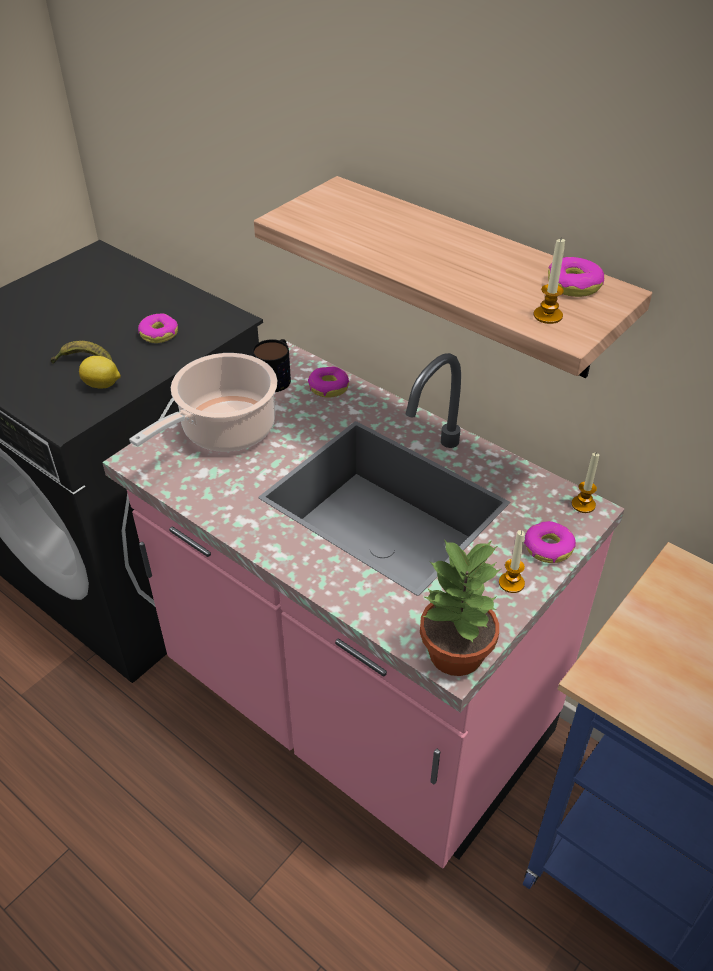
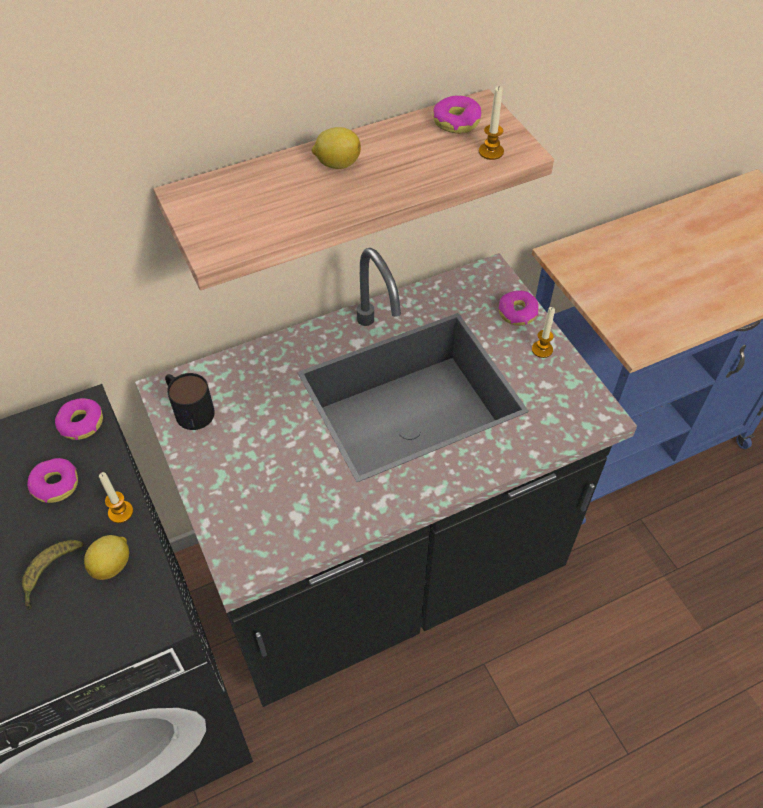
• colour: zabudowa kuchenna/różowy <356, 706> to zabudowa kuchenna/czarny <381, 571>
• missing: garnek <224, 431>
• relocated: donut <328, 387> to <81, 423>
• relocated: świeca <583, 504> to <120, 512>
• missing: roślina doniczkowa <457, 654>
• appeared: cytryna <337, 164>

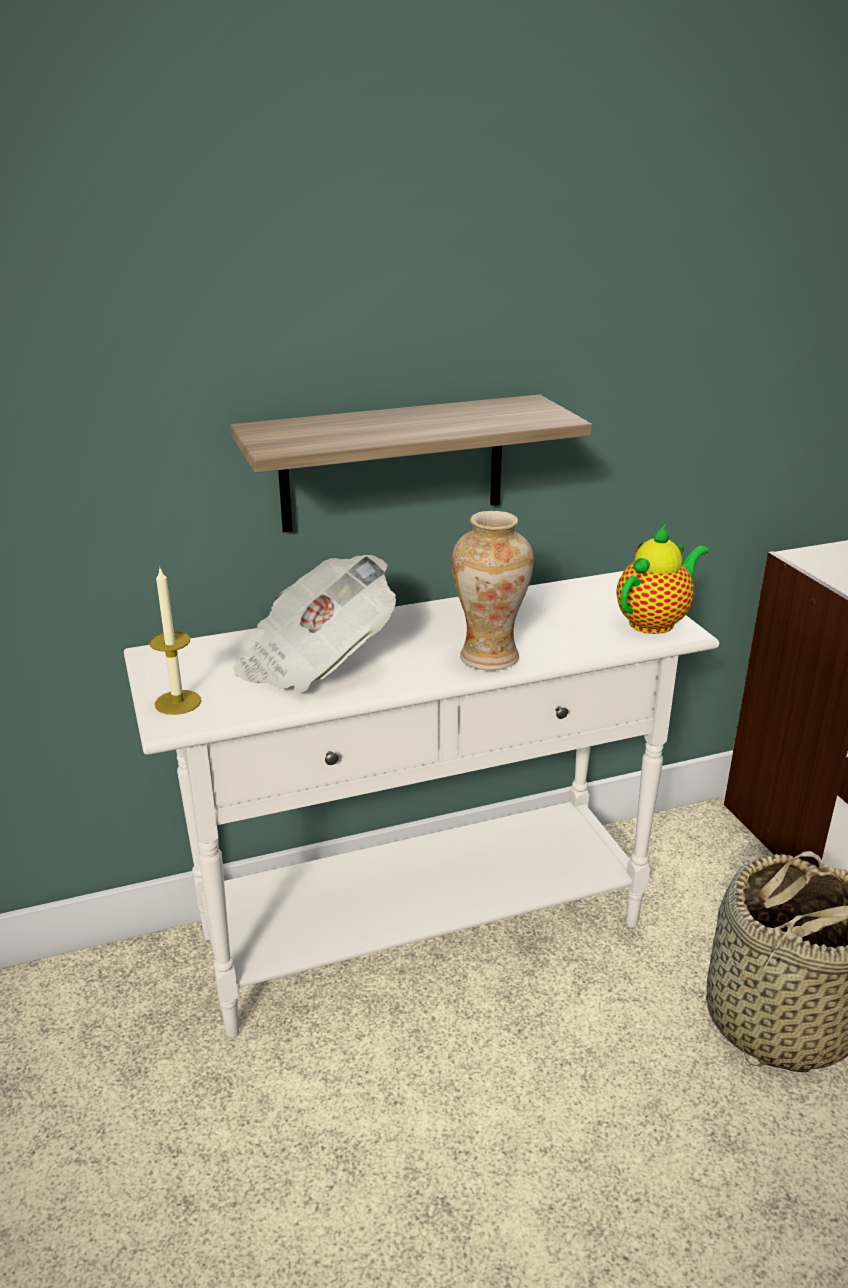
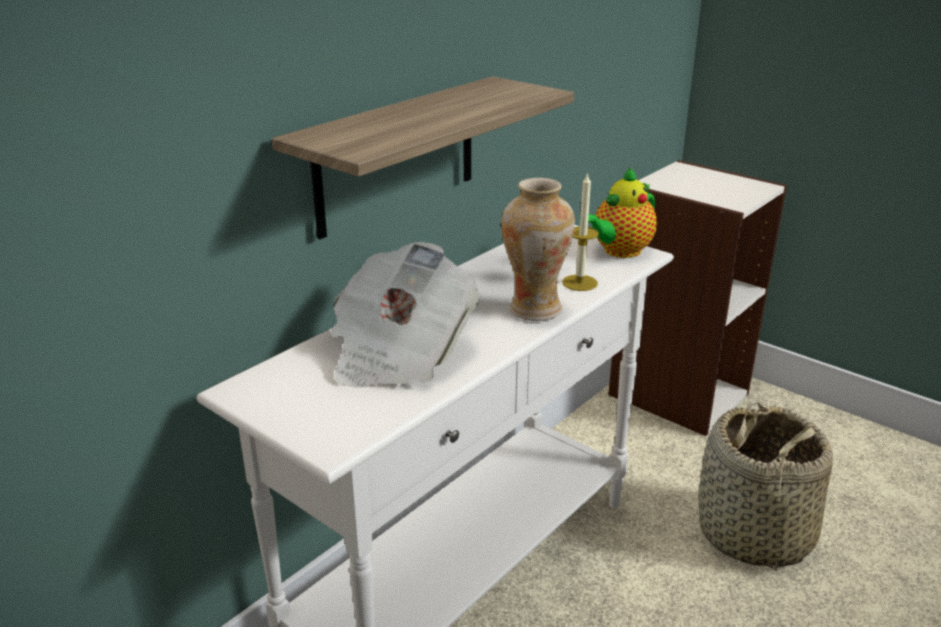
• spun: imbryk <655, 622> = <619, 251> 150 degrees counterclockwise
• relocated: świeca <178, 702> to <579, 283>

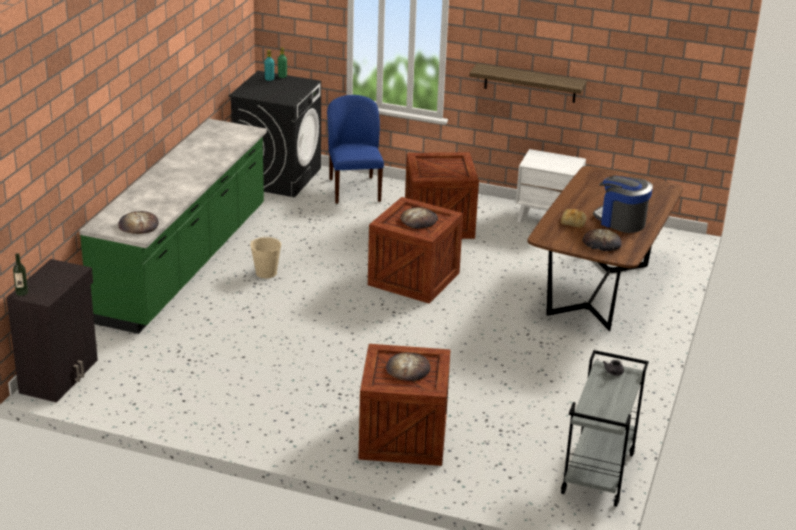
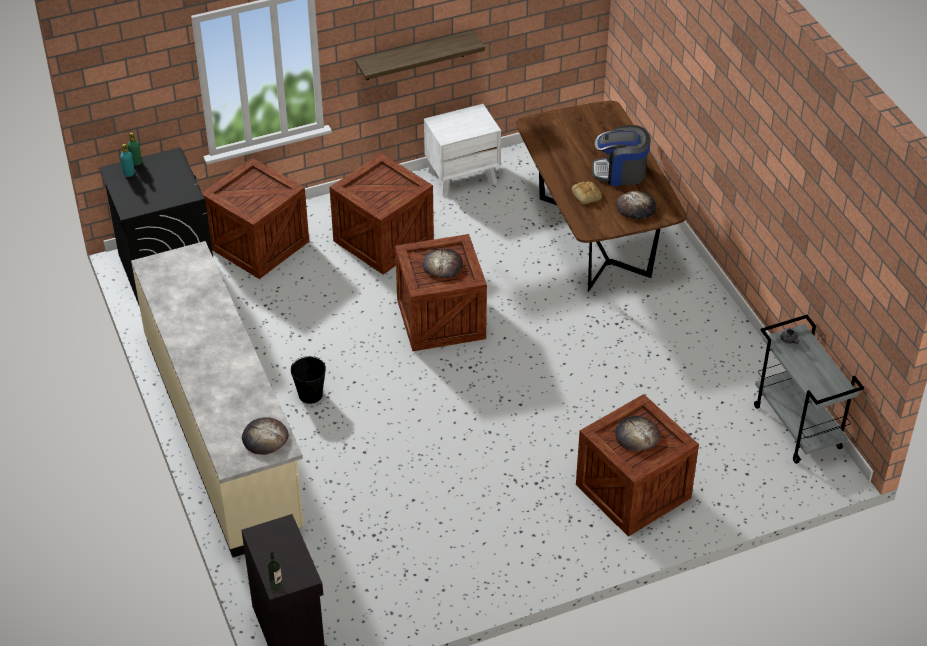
• exchanged: krzesło/niebieski <354, 189> to skrzynka <258, 243>
• colour: zabudowa kuchenna/zielony <184, 263> to zabudowa kuchenna/beżowy <223, 432>
• colour: wiadro/beżowy <266, 273> to wiadro/czarny <310, 394>

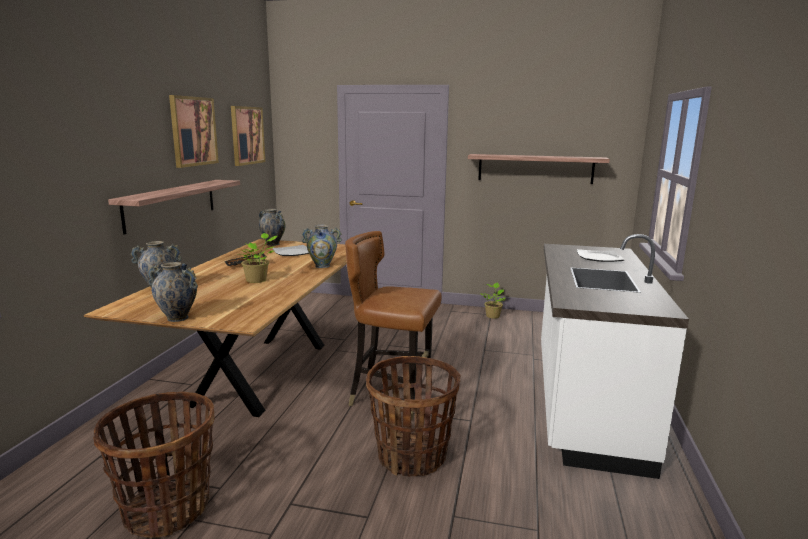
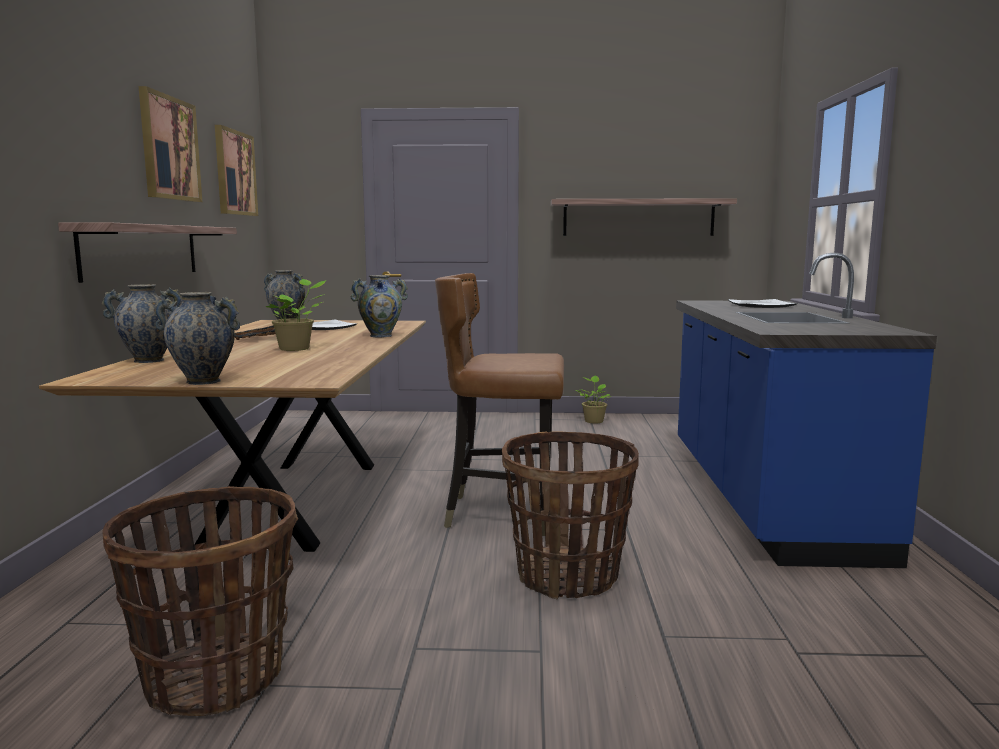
• colour: zabudowa kuchenna/biały <584, 401> to zabudowa kuchenna/niebieski <764, 498>

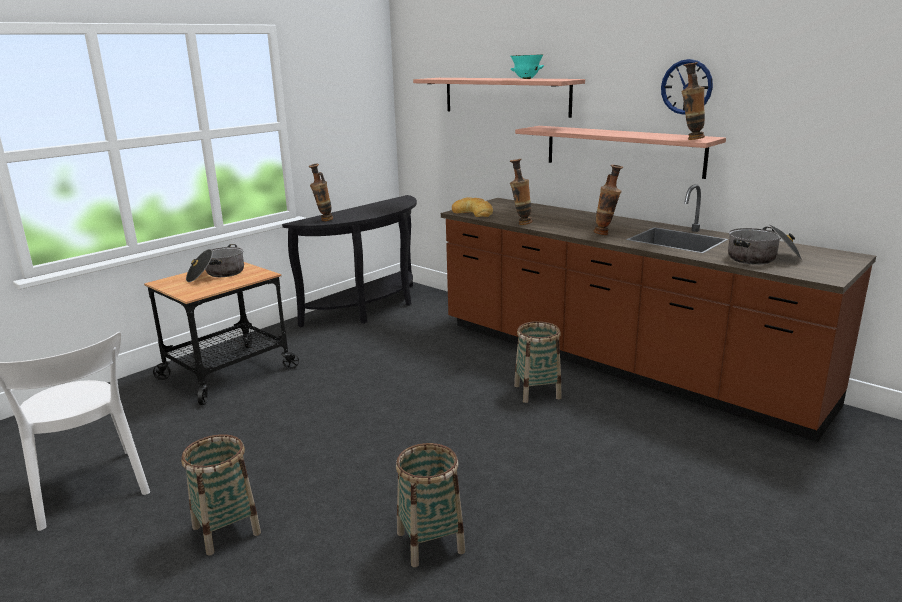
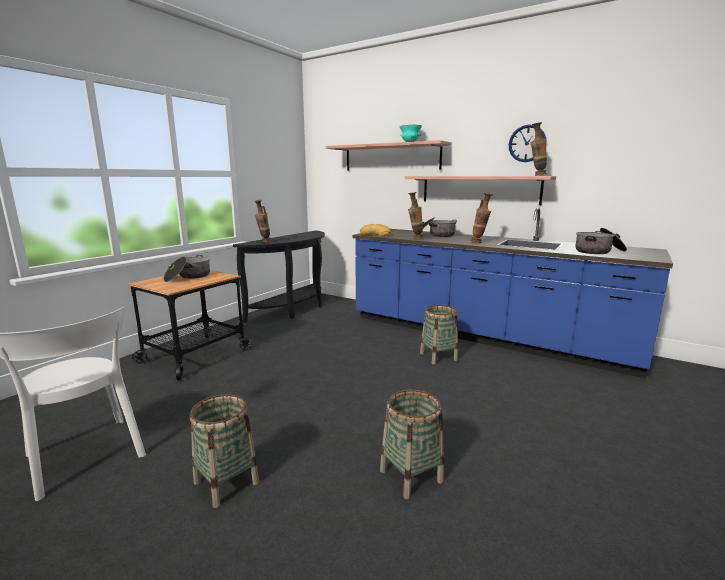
• colour: zabudowa kuchenna/brązowy <618, 363> to zabudowa kuchenna/niebieski <484, 336>
• appeared: garnek <436, 235>

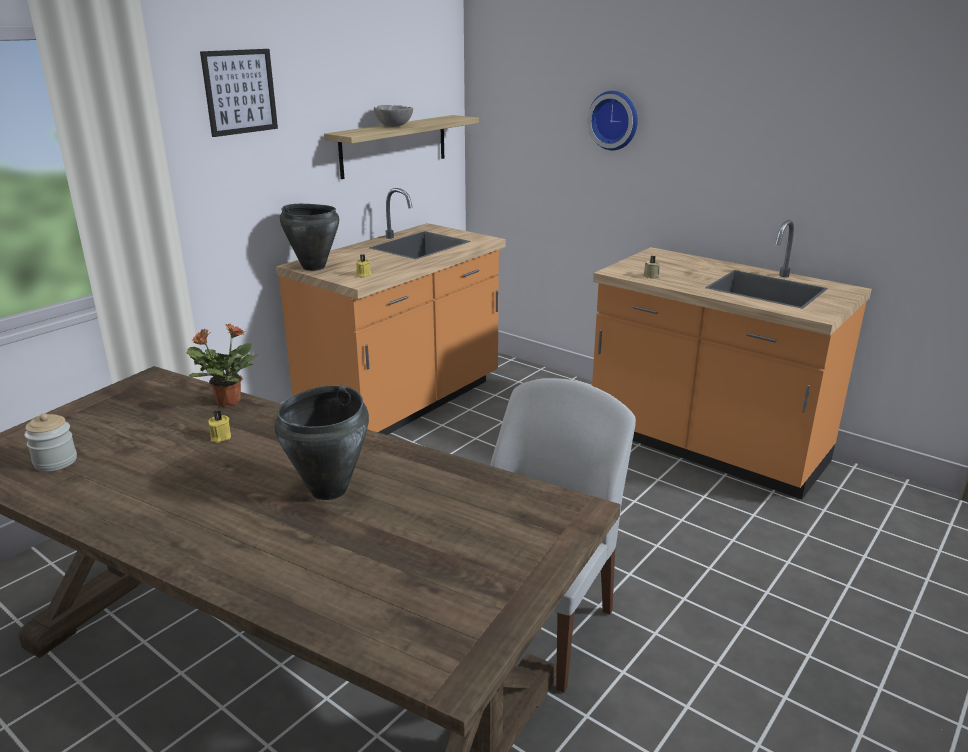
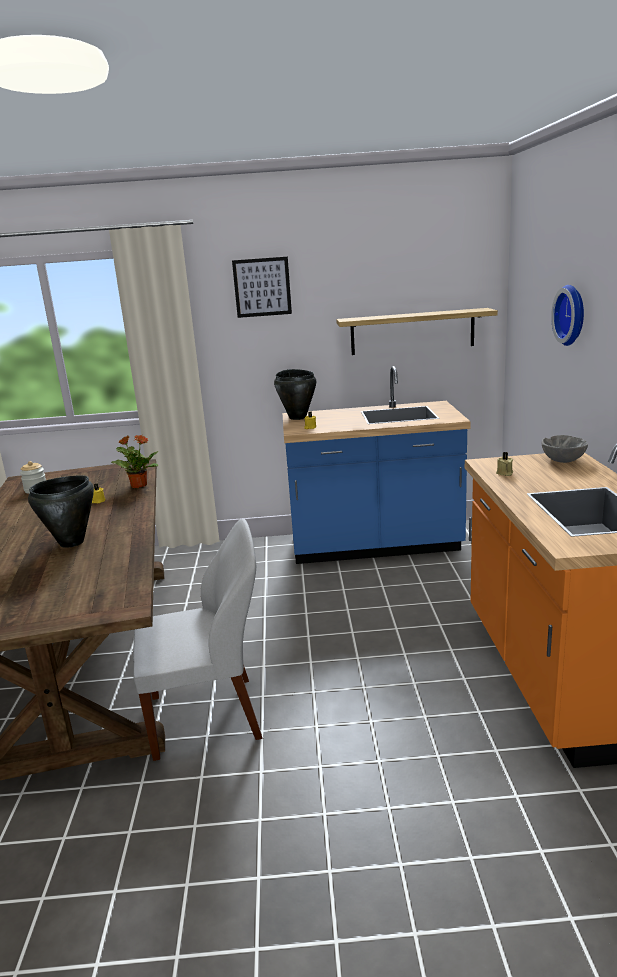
• relocated: miska/szary <393, 126> to <562, 461>
• colour: zabudowa kuchenna/pomarańczowy <404, 406> to zabudowa kuchenna/niebieski <375, 546>

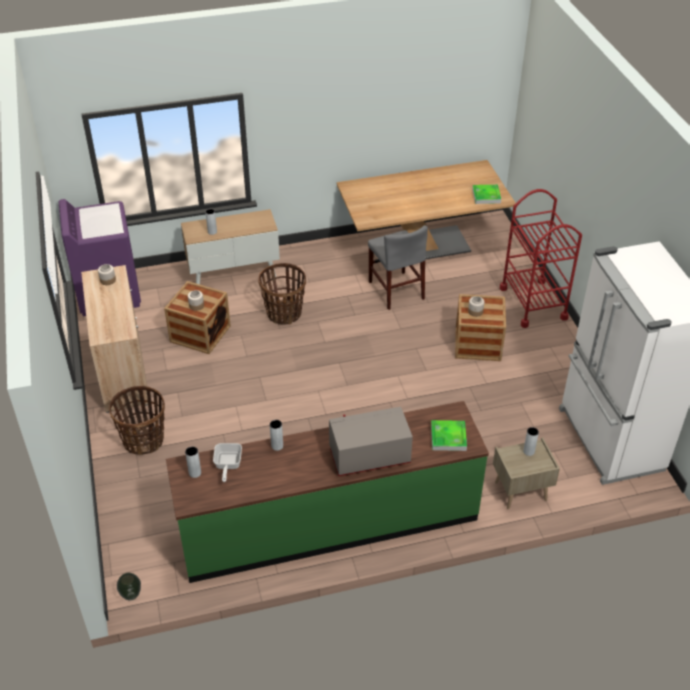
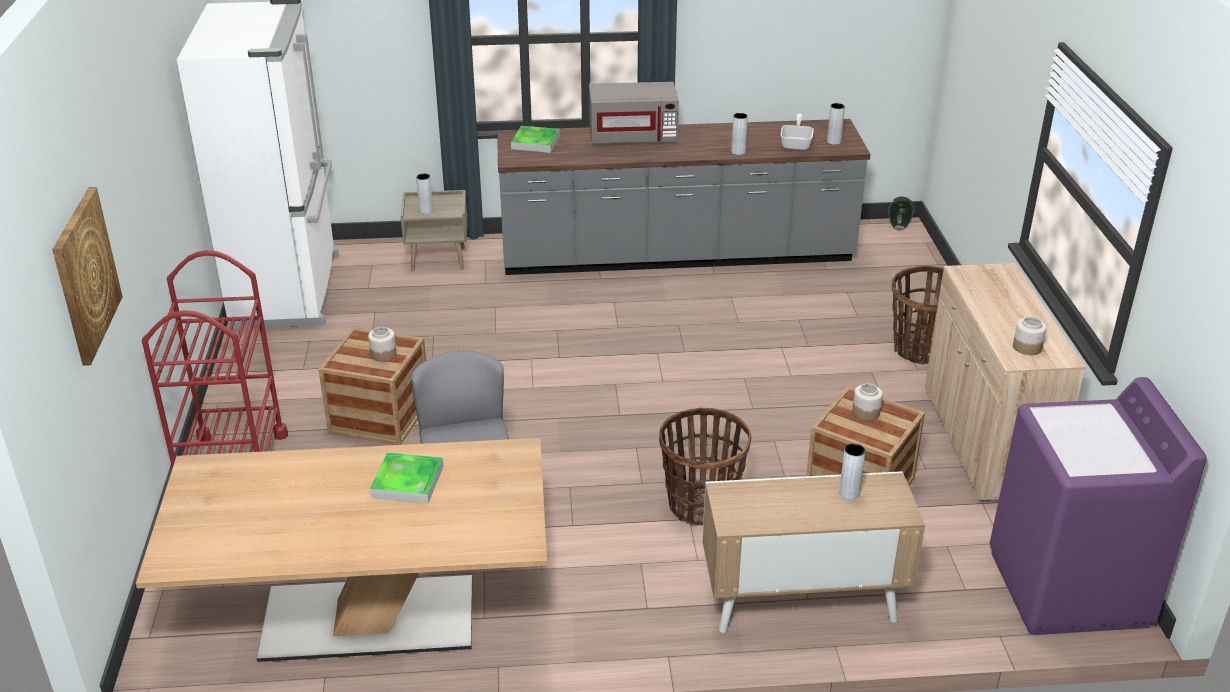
• relocated: taca <486, 196> to <407, 481>
• colour: zabudowa kuchenna/zielony <329, 523> to zabudowa kuchenna/szary <677, 256>
• appeared: obraz <85, 275>

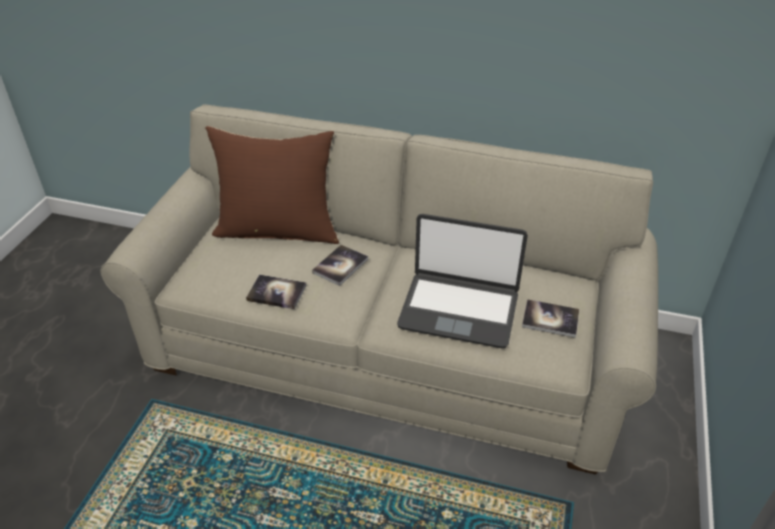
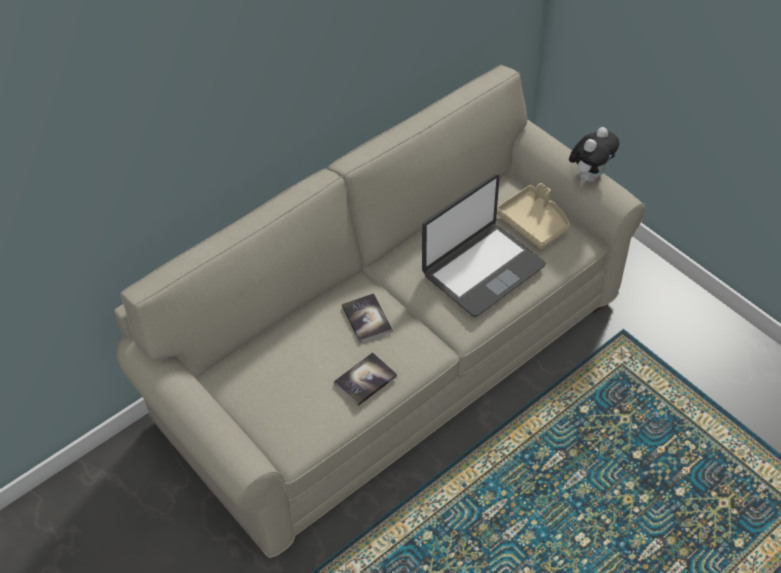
• missing: poduszka/brązowy <278, 229>
• exchanged: książka <550, 319> to taca/beżowy <534, 223>
• appeared: pluszak <589, 175>

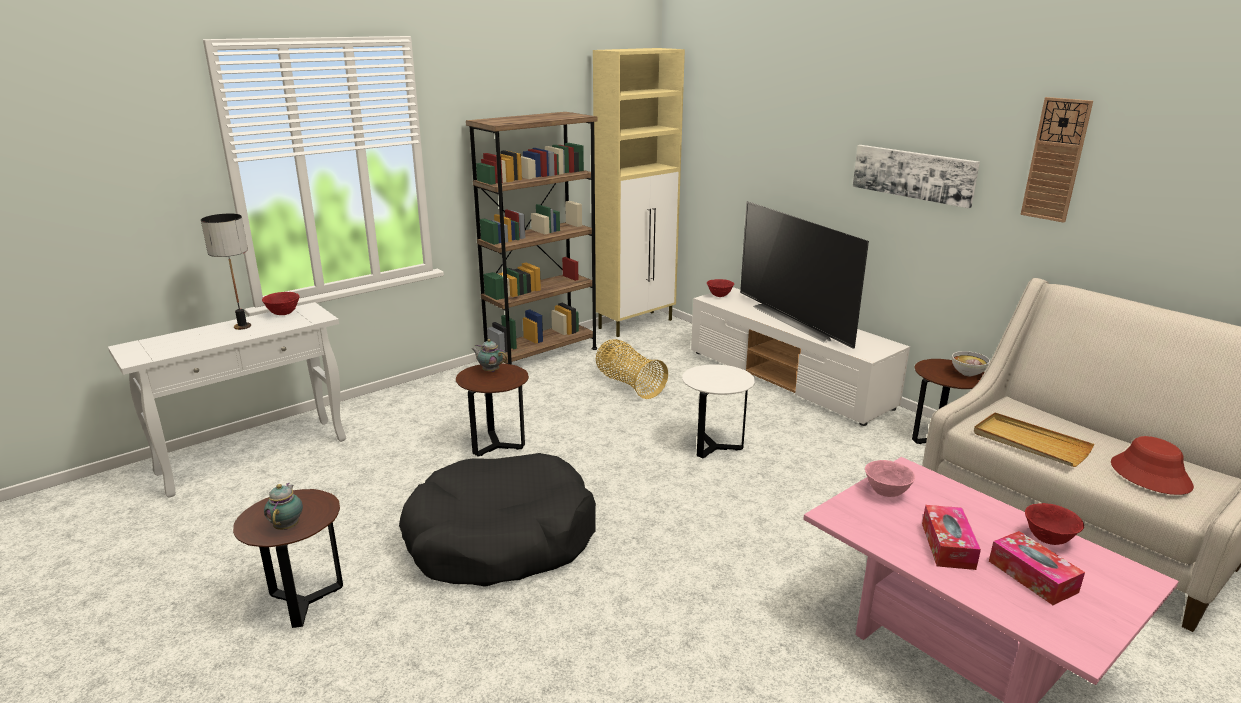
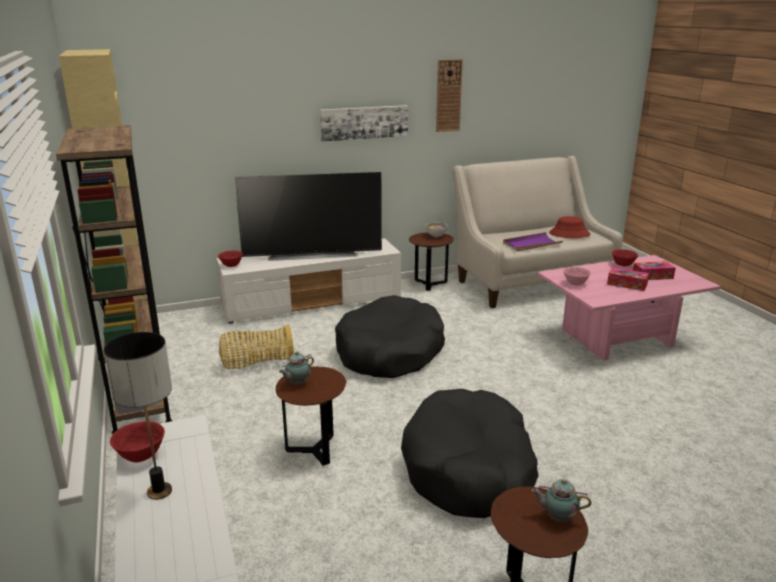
• exchanged: stolik/biały <714, 447> to legowisko/czarny <389, 352>
• colour: taca/beżowy <1030, 443> to taca/fioletowy <531, 244>

